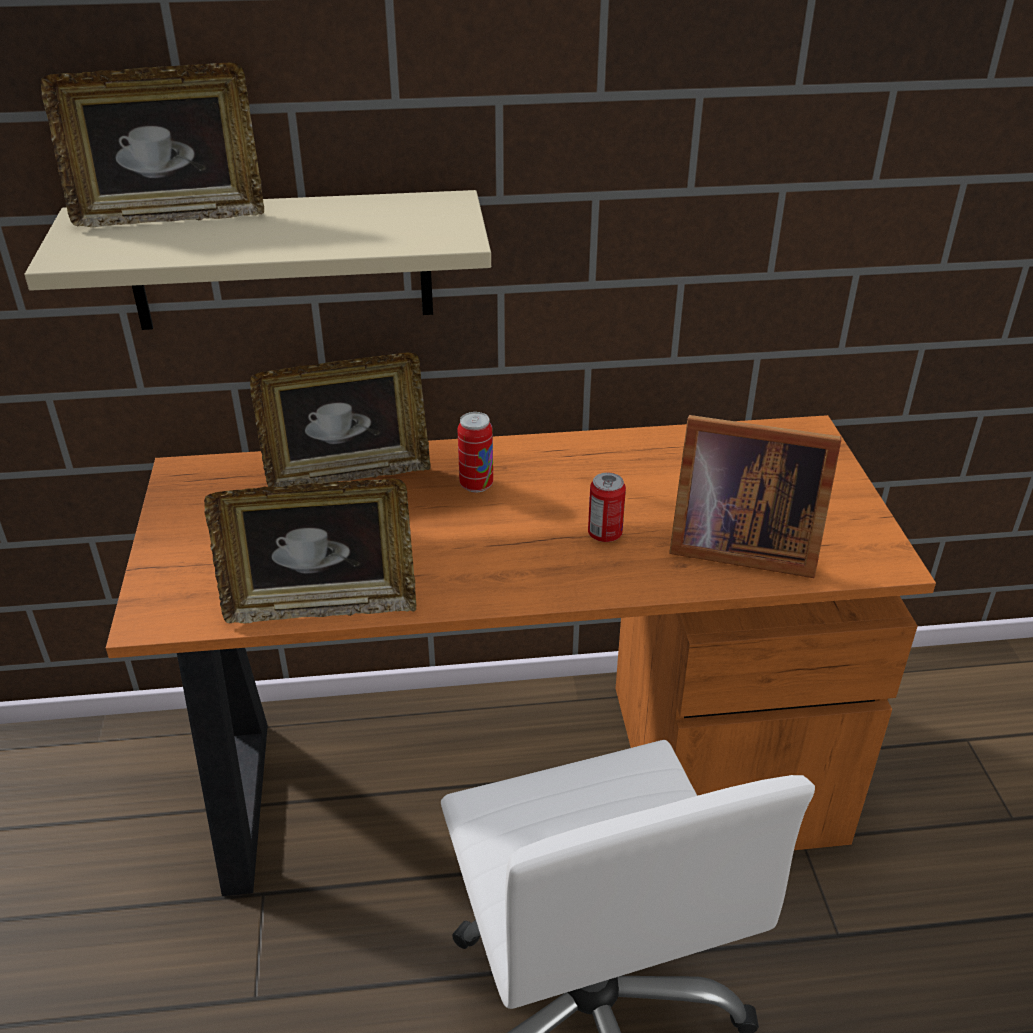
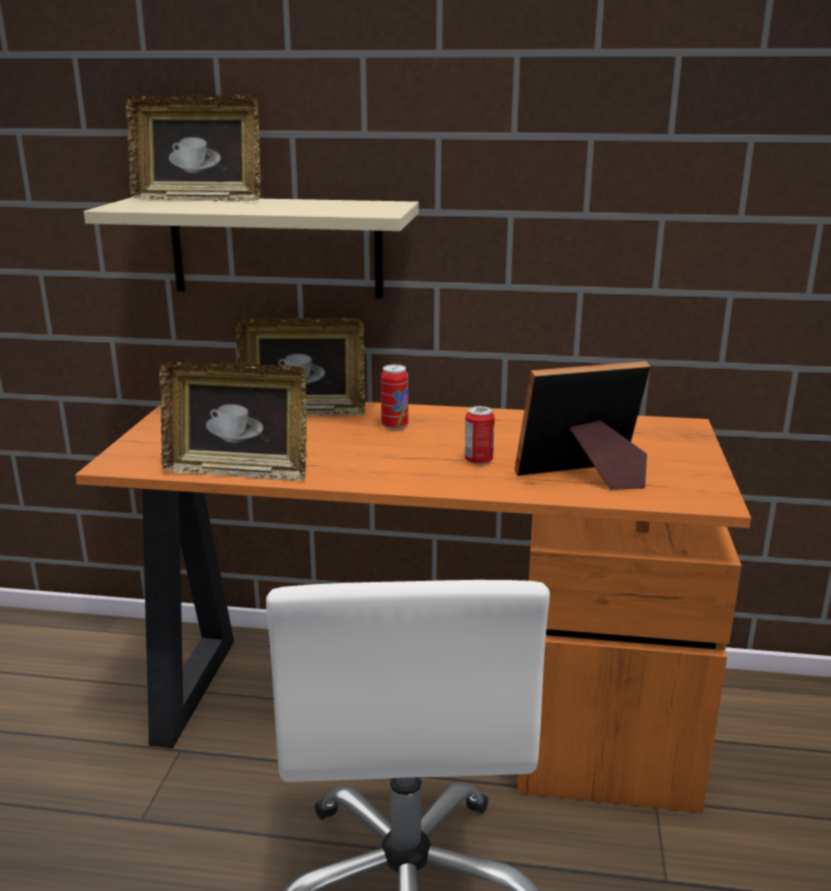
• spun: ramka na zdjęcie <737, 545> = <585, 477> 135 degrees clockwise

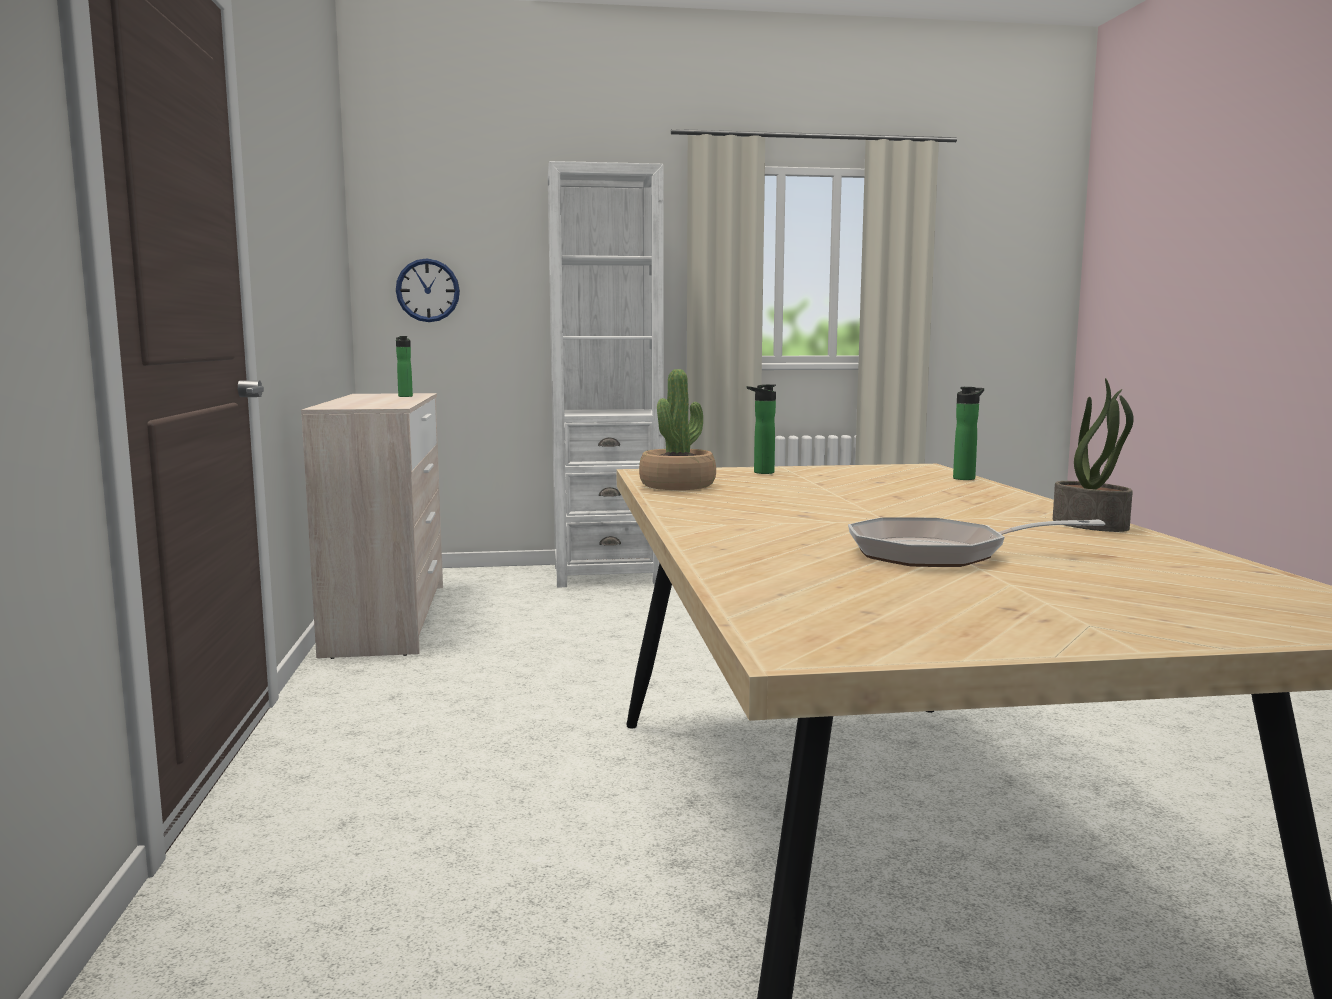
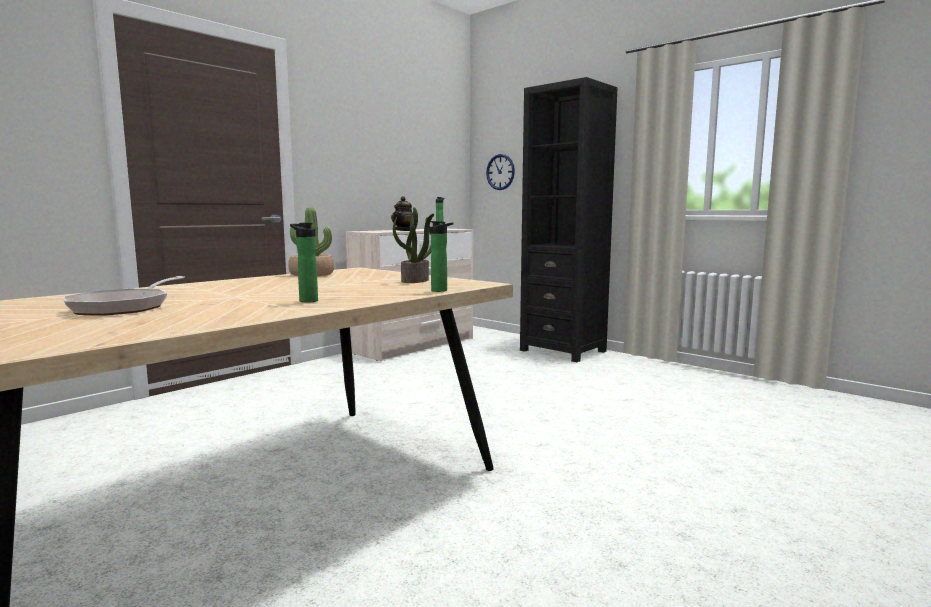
• colour: regał/biały <607, 575> to regał/czarny <563, 351>
• relocated: roślina doniczkowa <1091, 525> to <415, 281>
• relocated: butelka <760, 472> to <306, 301>
• spun: patelnia <939, 554> = <124, 307> 135 degrees counterclockwise
• appeared: imbryk <403, 230>

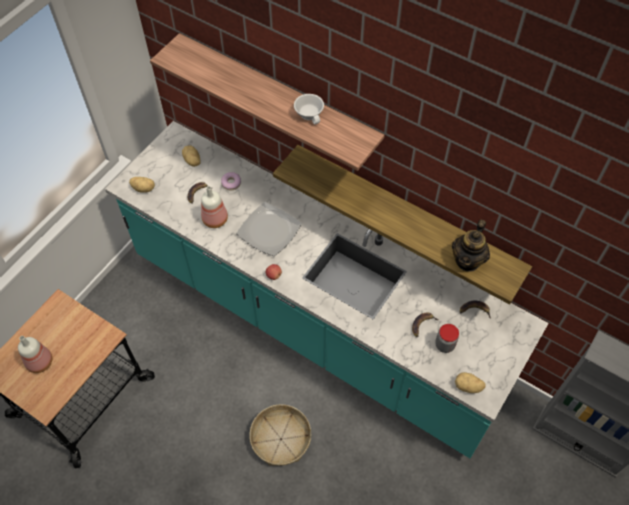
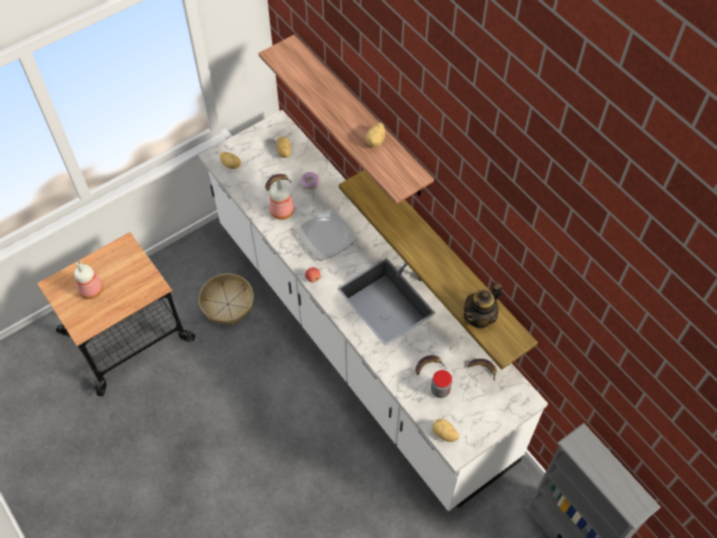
• exchanged: filiżanka/biały <310, 114> to ziemniak <376, 141>
• colour: zabudowa kuchenna/turkusowy <314, 323> to zabudowa kuchenna/biały <358, 339>
• relocated: koszyk <280, 439> to <227, 304>

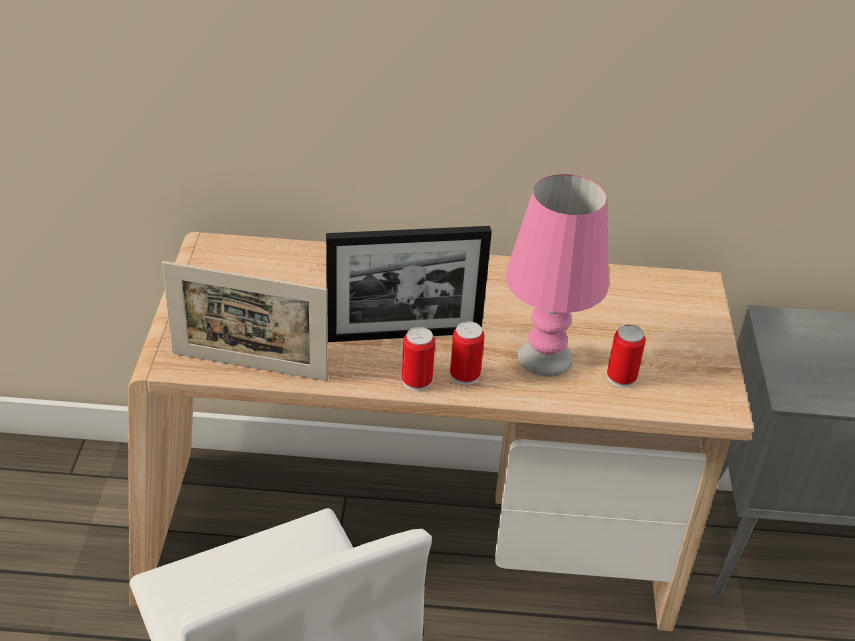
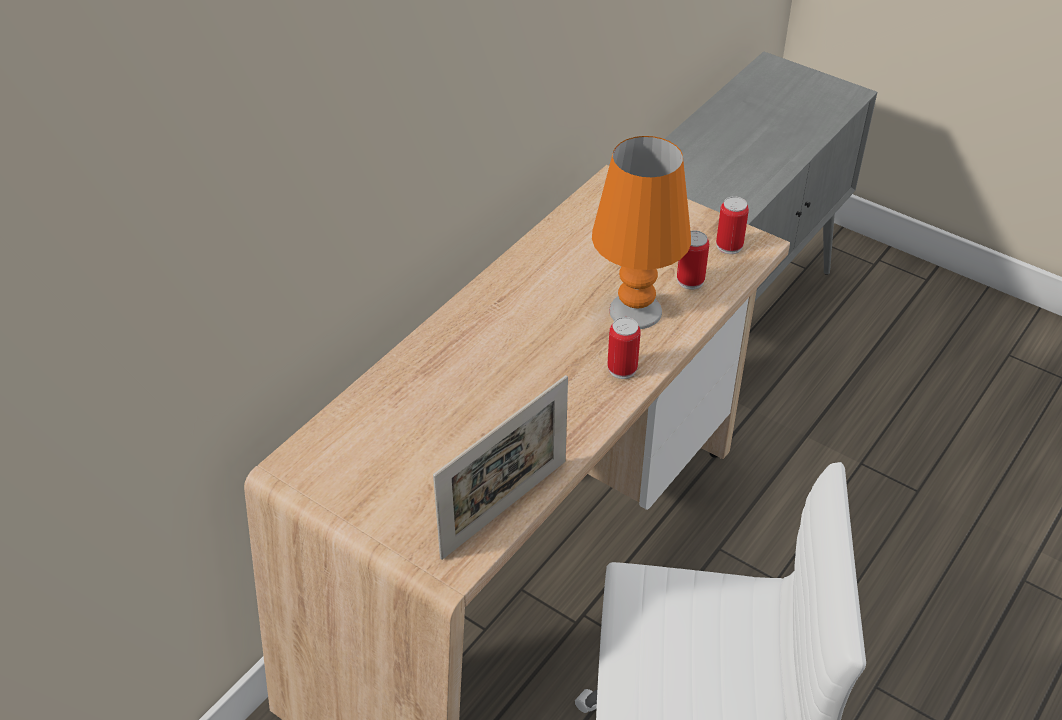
• colour: lampa stołowa/różowy <545, 358> to lampa stołowa/pomarańczowy <636, 311>
• missing: ramka na zdjęcie <404, 334>
• relocated: puszka <416, 381> to <729, 246>

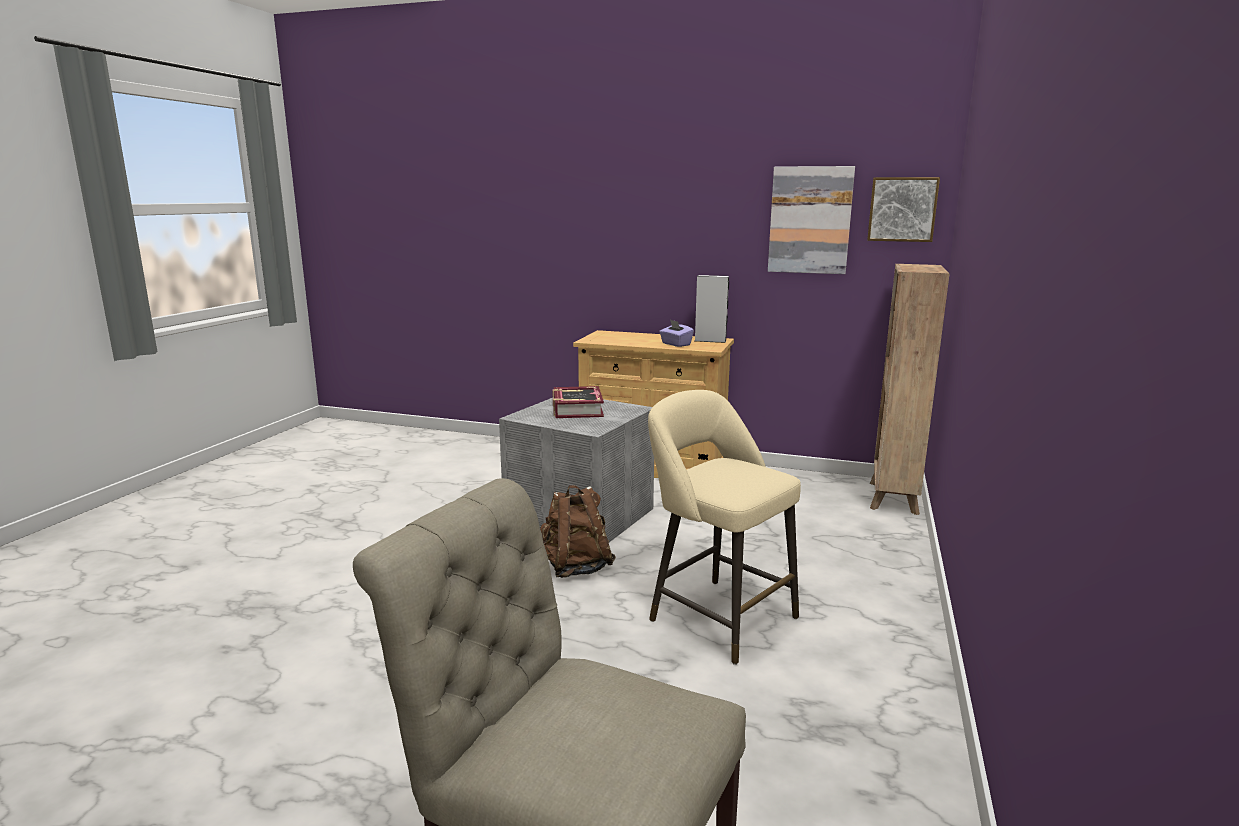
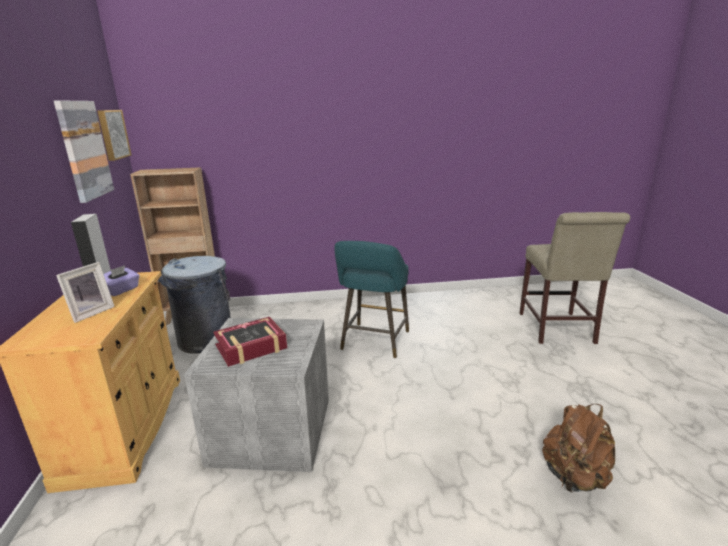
• colour: stołek/beżowy <717, 616> to stołek/turkusowy <374, 342>
• relocated: plecak/brązowy <575, 567> to <574, 477>
• appeared: kosz na śmieci/szary <206, 340>
• appeared: ramka na zdjęcie <90, 313>

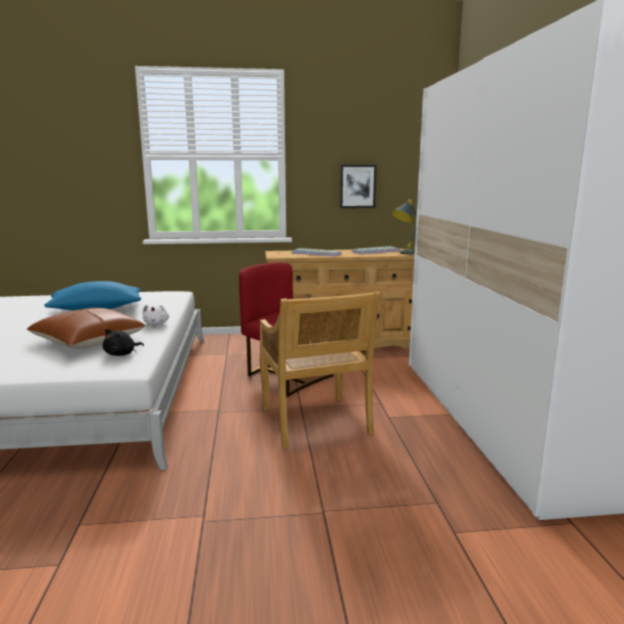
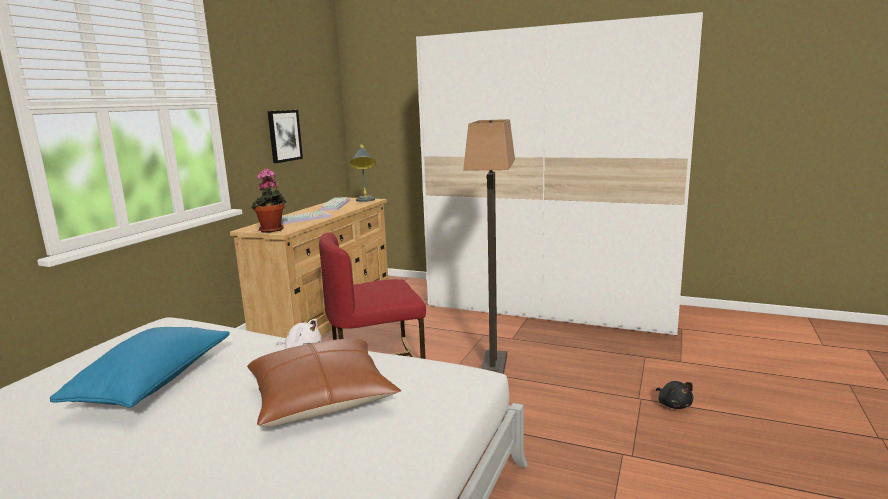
• exchanged: krzesło/beżowy <315, 422> to lampa stojąca <494, 368>
• relocated: pluszak/czarny <122, 354> to <673, 404>
• appeared: roślina doniczkowa <272, 230>

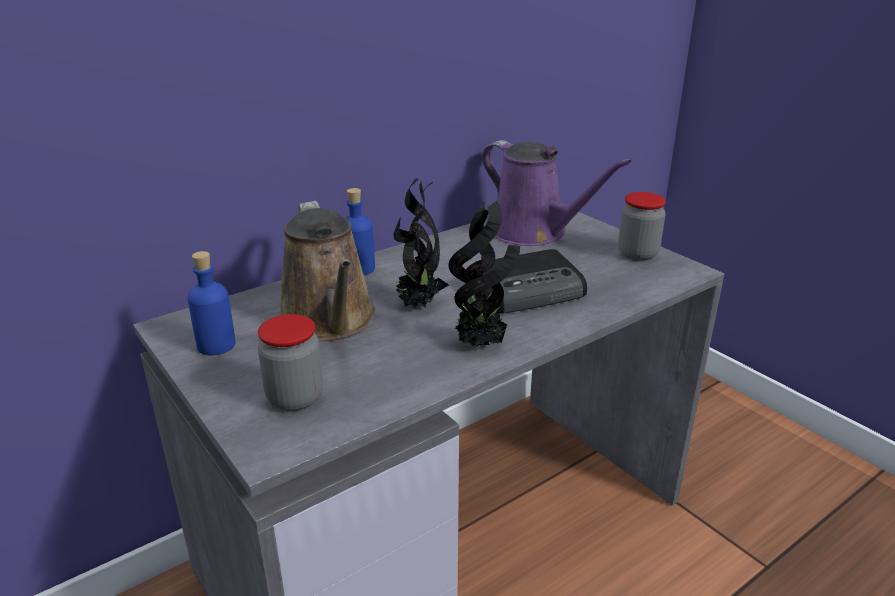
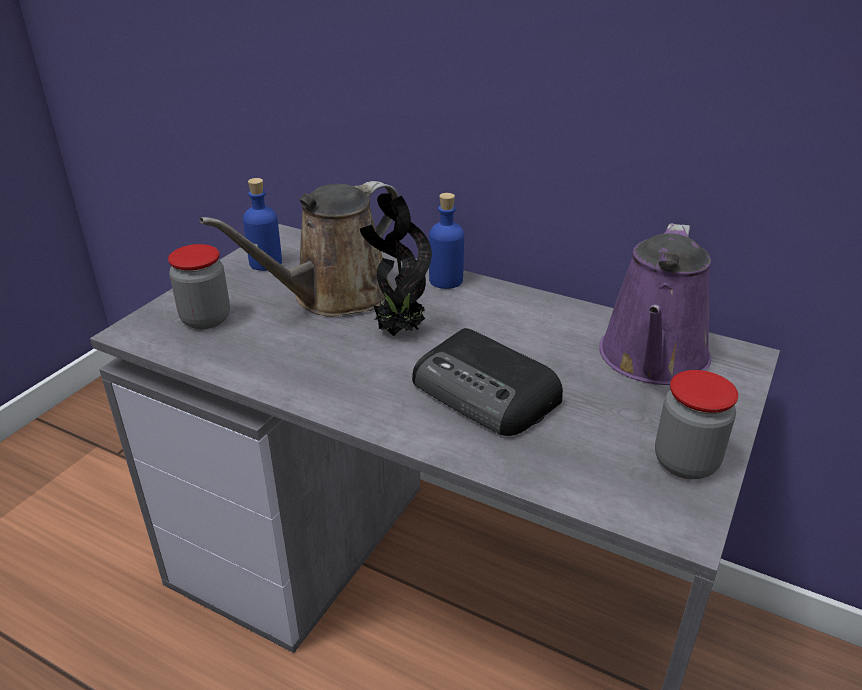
• missing: roślina doniczkowa <481, 345>

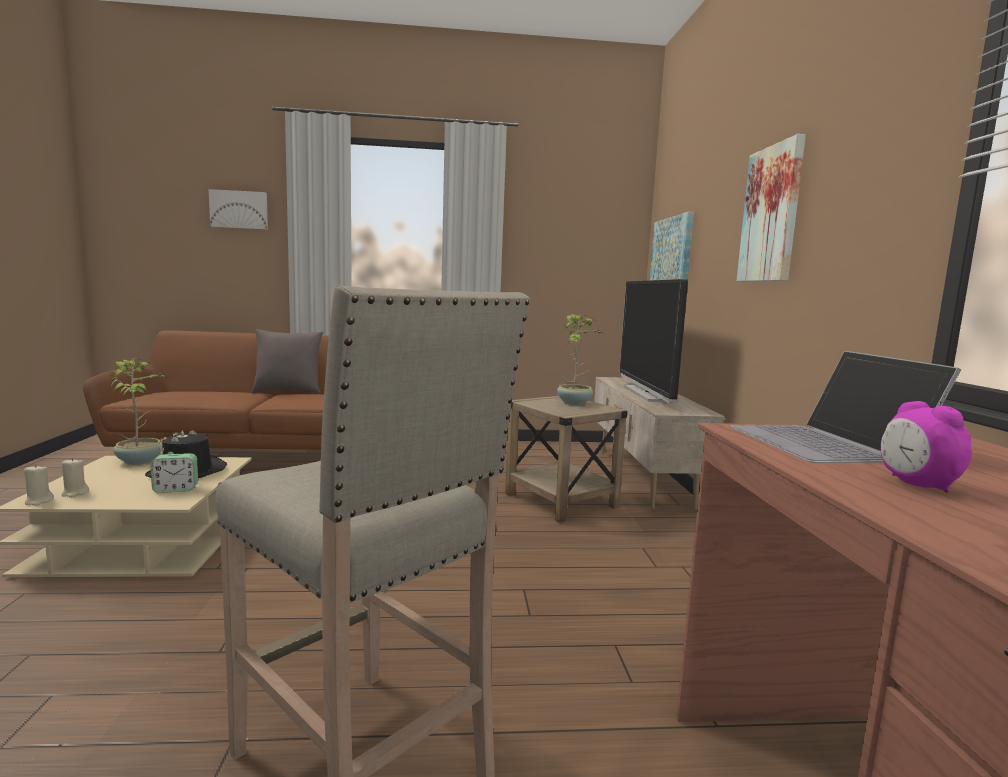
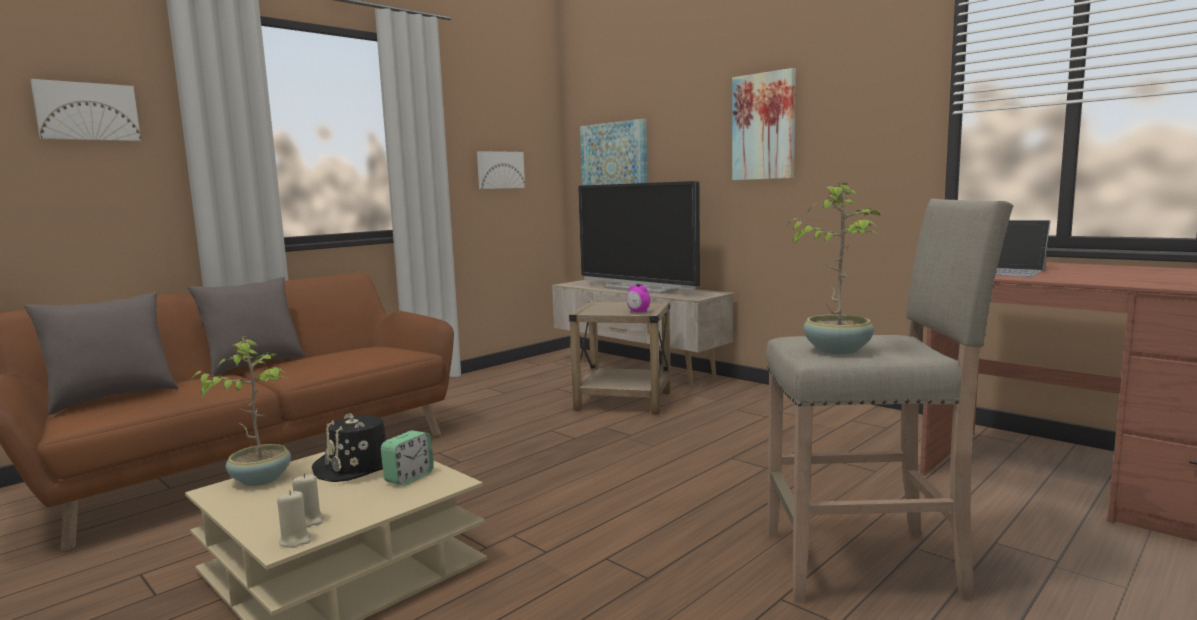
• relocated: roślina doniczkowa <575, 403> to <837, 350>
• relocated: budzik <917, 485> to <638, 312>
• appeared: obraz <499, 170>
• appeared: poduszka/szary <112, 399>

